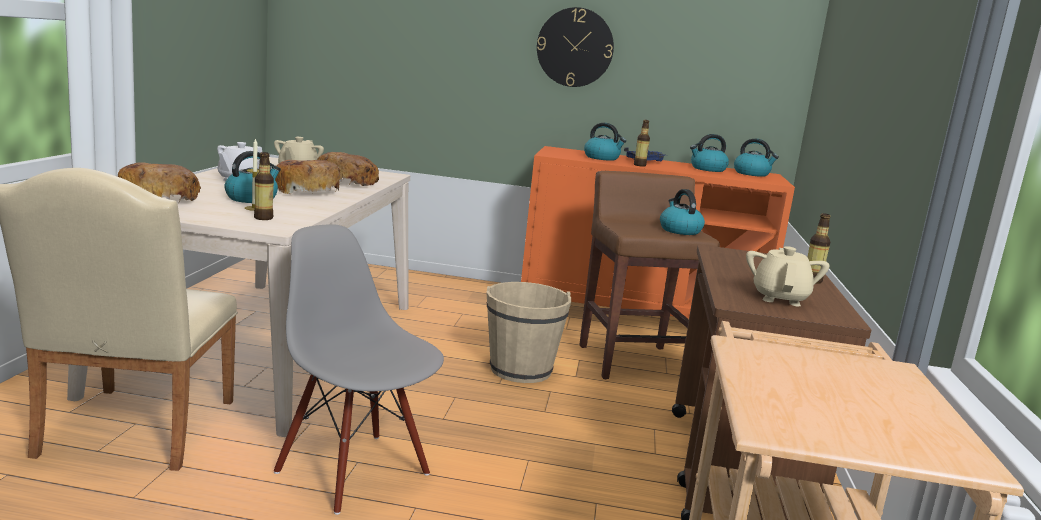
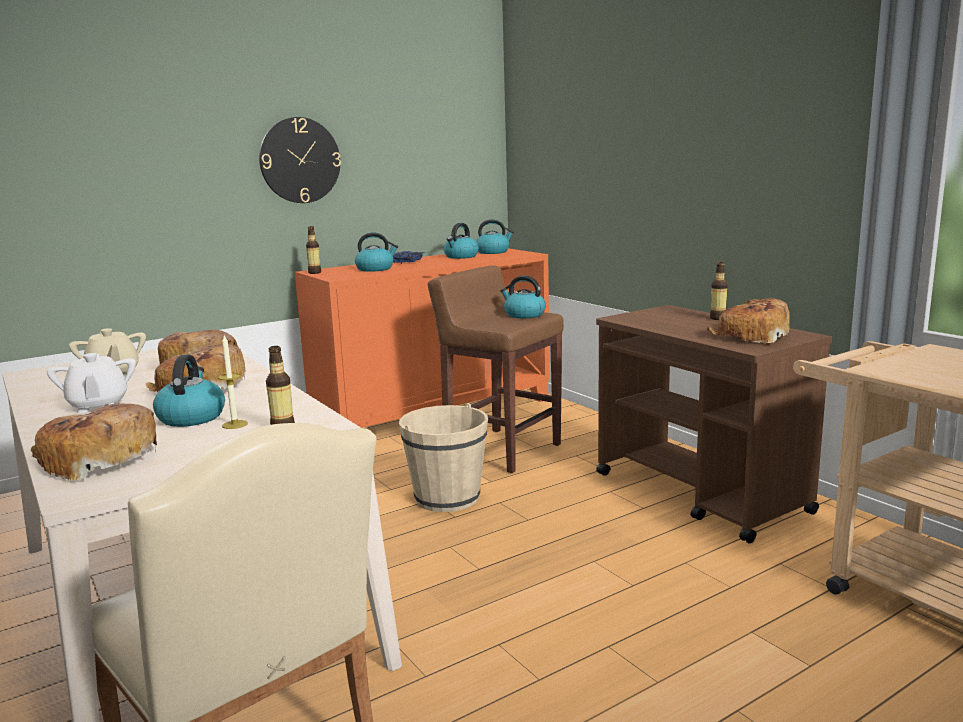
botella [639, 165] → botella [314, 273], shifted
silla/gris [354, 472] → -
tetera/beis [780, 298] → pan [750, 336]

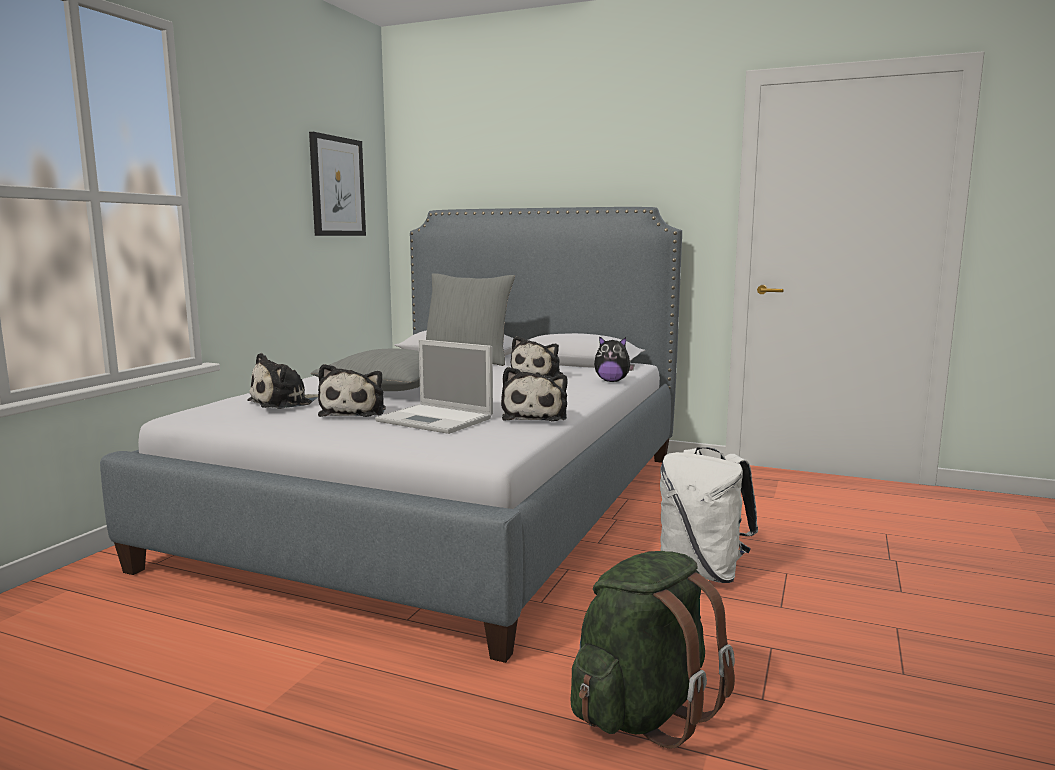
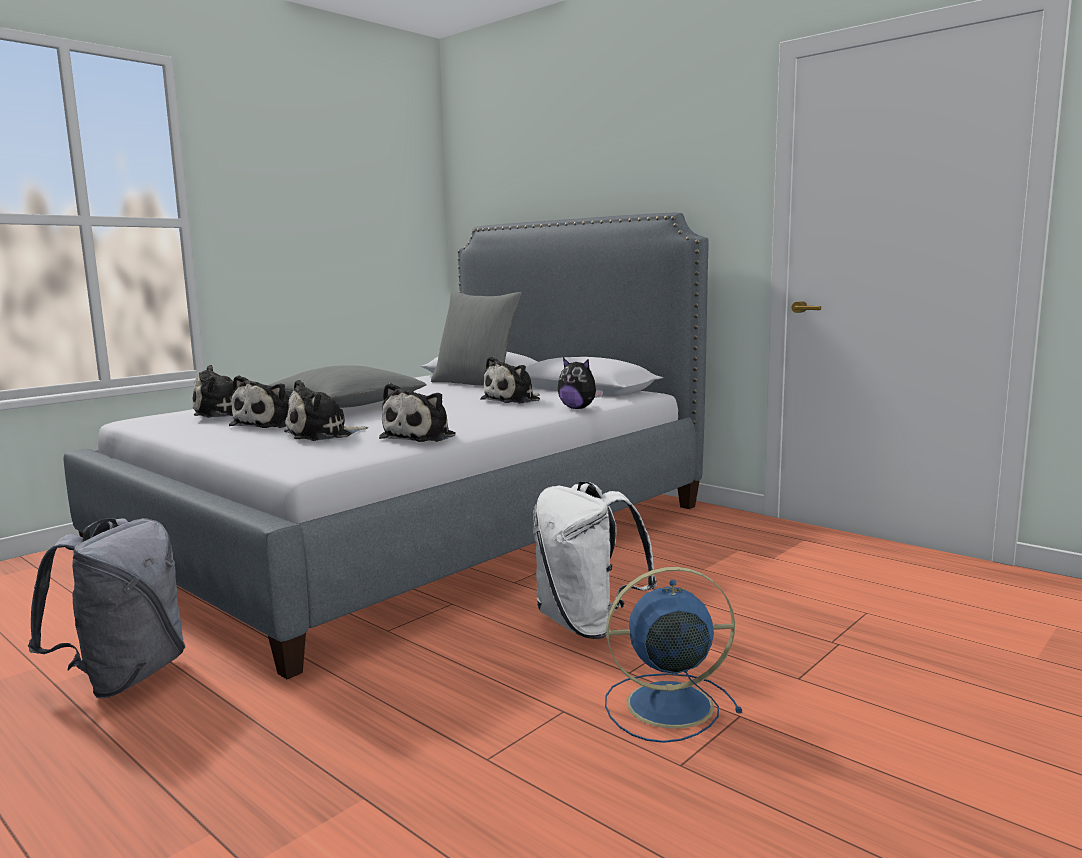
cuadro [337, 186] → -
portátil [437, 420] → peluche [322, 434]
mochila/verde [643, 711] → -
- → mochila/gris [125, 677]
- → ventilador/azul [665, 705]

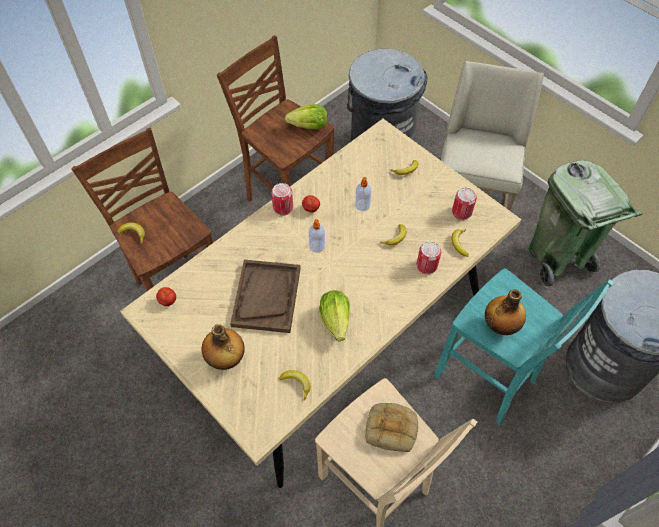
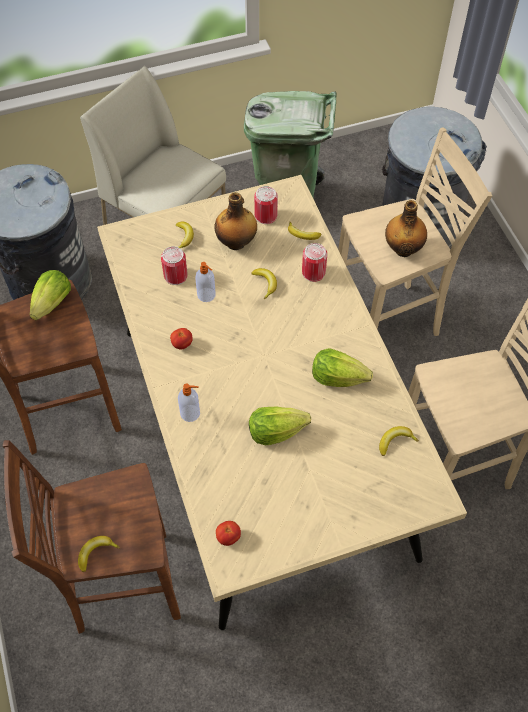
lata [283, 207] → lata [175, 275], shifted
dispensador de jabón [317, 247] → dispensador de jabón [191, 413], shifted
bandeja/marrón [266, 296] → lechuga [275, 431]
taburete/turquesa [487, 379] → taburete/beis [388, 321]
botella [226, 359] → botella [236, 242], shifted
pan [392, 428] → -

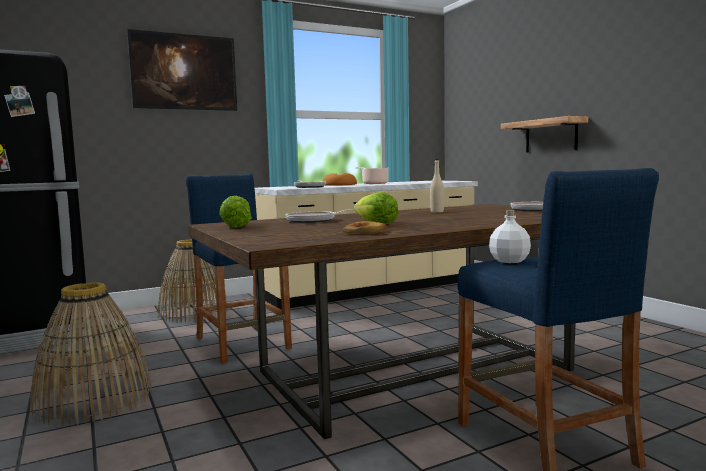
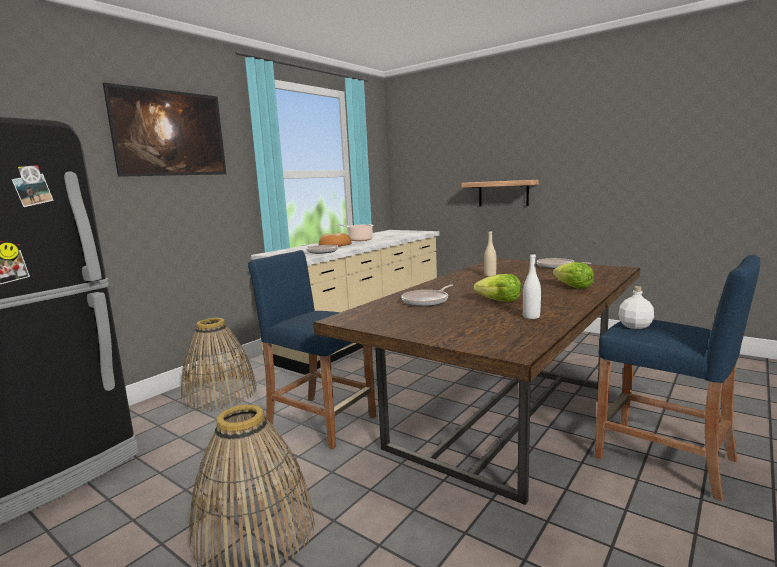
lechuga [236, 226] → lechuga [573, 287], shifted
pan [365, 232] → botella/blanco [531, 317]

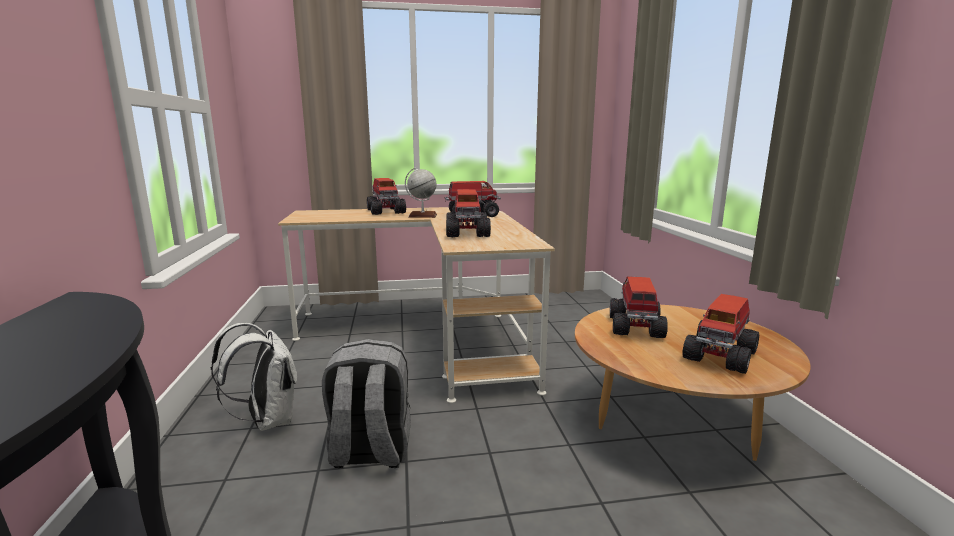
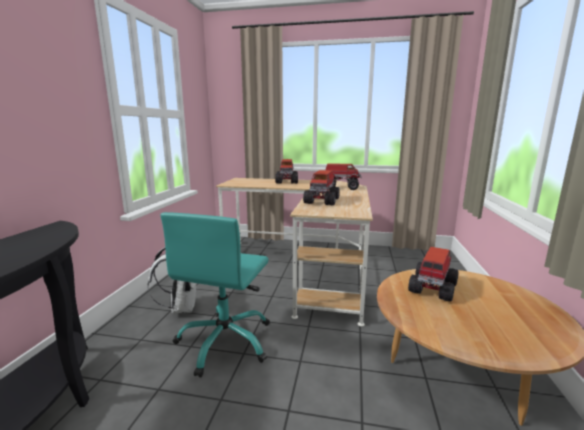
globo terráqueo [422, 216] → -
camión de juguete [721, 355] → -
mochila/gris [370, 452] → silla de oficina/turquesa [225, 341]

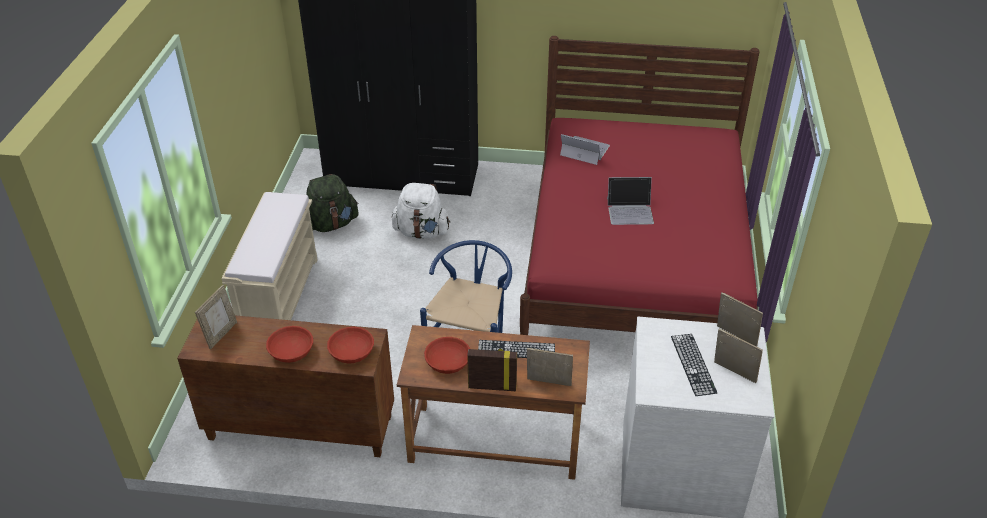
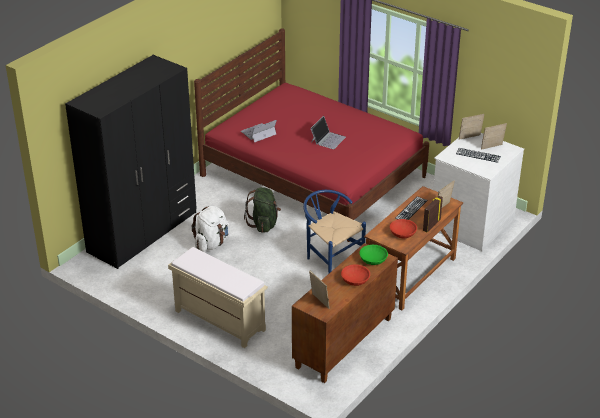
mochila/verde [331, 224] → mochila/verde [264, 224], shifted
cuenco/rojo [351, 352] → cuenco/verde [373, 259]

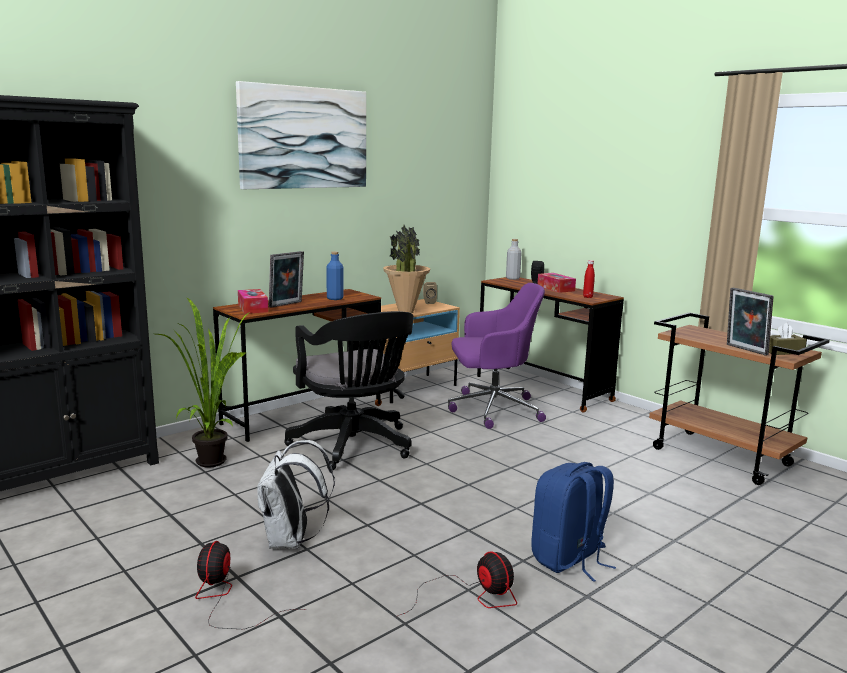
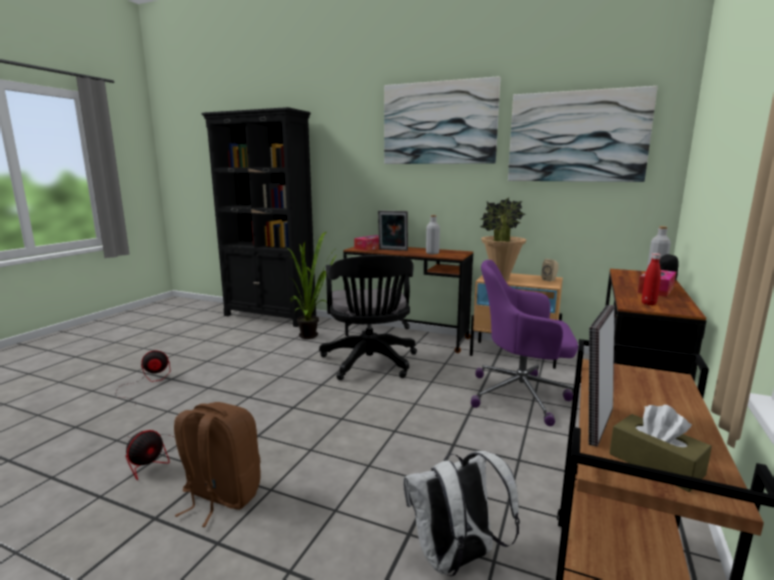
botella/azul [335, 298] → botella/gris [432, 253]
silla de oficina/morado [492, 409] → silla de oficina/morado [522, 395], 135 degrees clockwise
silla de oficina/negro [354, 447] → silla de oficina/negro [370, 364], 45 degrees counterclockwise
mochila/blanco [291, 541] → mochila/blanco [456, 560], shifted
mochila/azul [569, 560] → mochila/marrón [220, 496]
- → cuadro [577, 137]

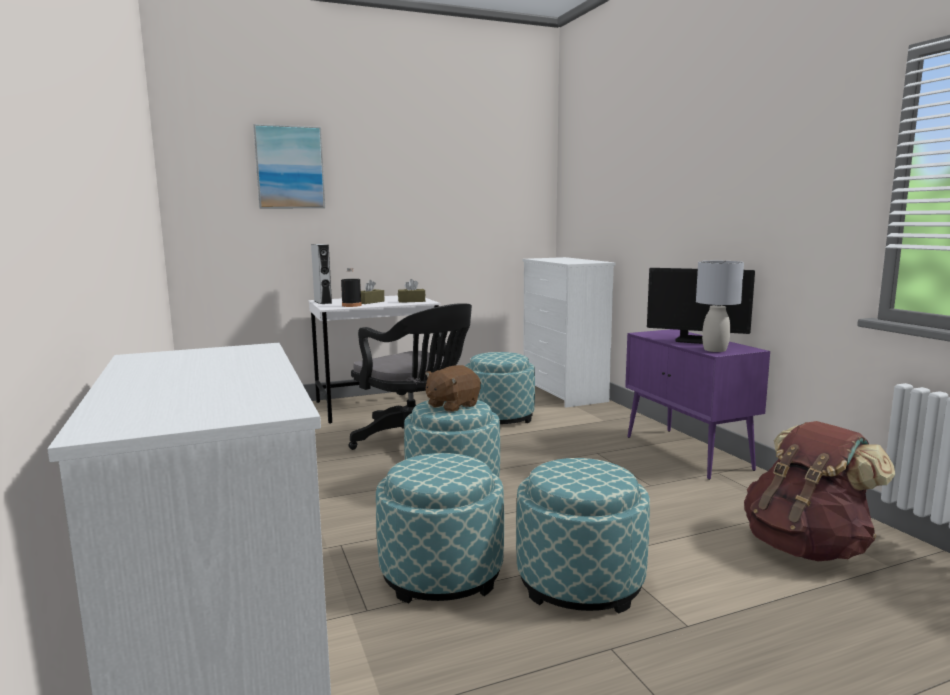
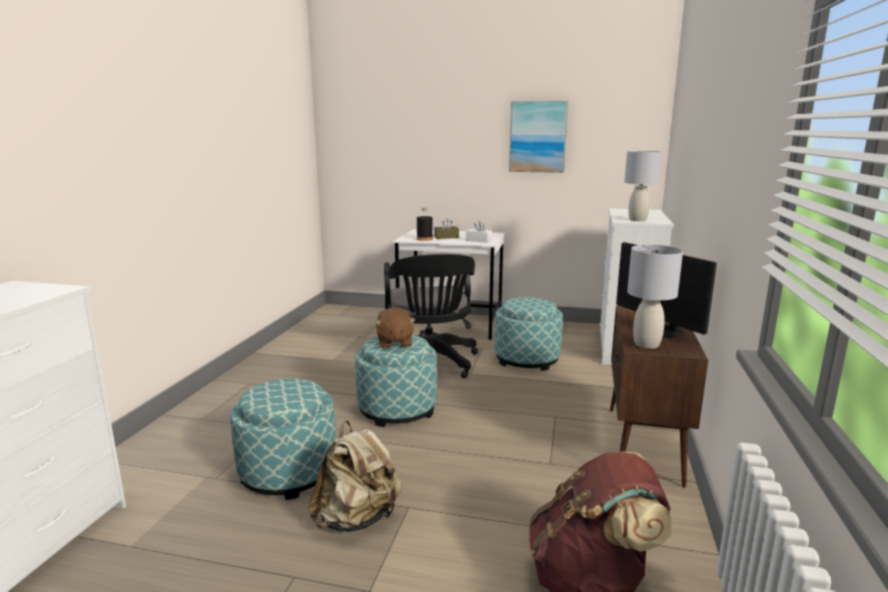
cuadro [290, 167] → cuadro [538, 136], shifted
altavoz/gris [323, 302] → -
caja de pañuelos/marrón [411, 301] → caja de pañuelos/blanco [478, 240]
armario/morado [688, 453] → armario/marrón [643, 445]
peluche/marrón [452, 406] → peluche/marrón [394, 343], 90 degrees counterclockwise
puf [580, 581] → mochila/beis [357, 519]
- → lámpara de mesa/gris [638, 220]

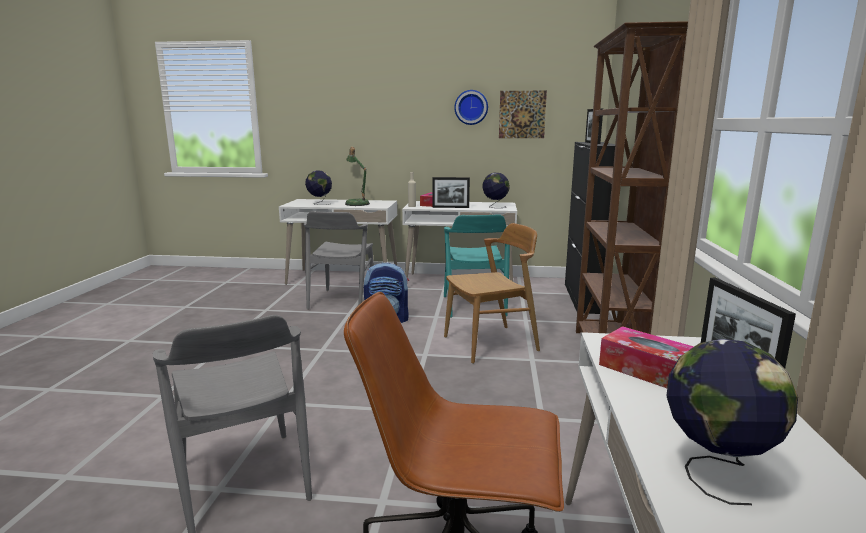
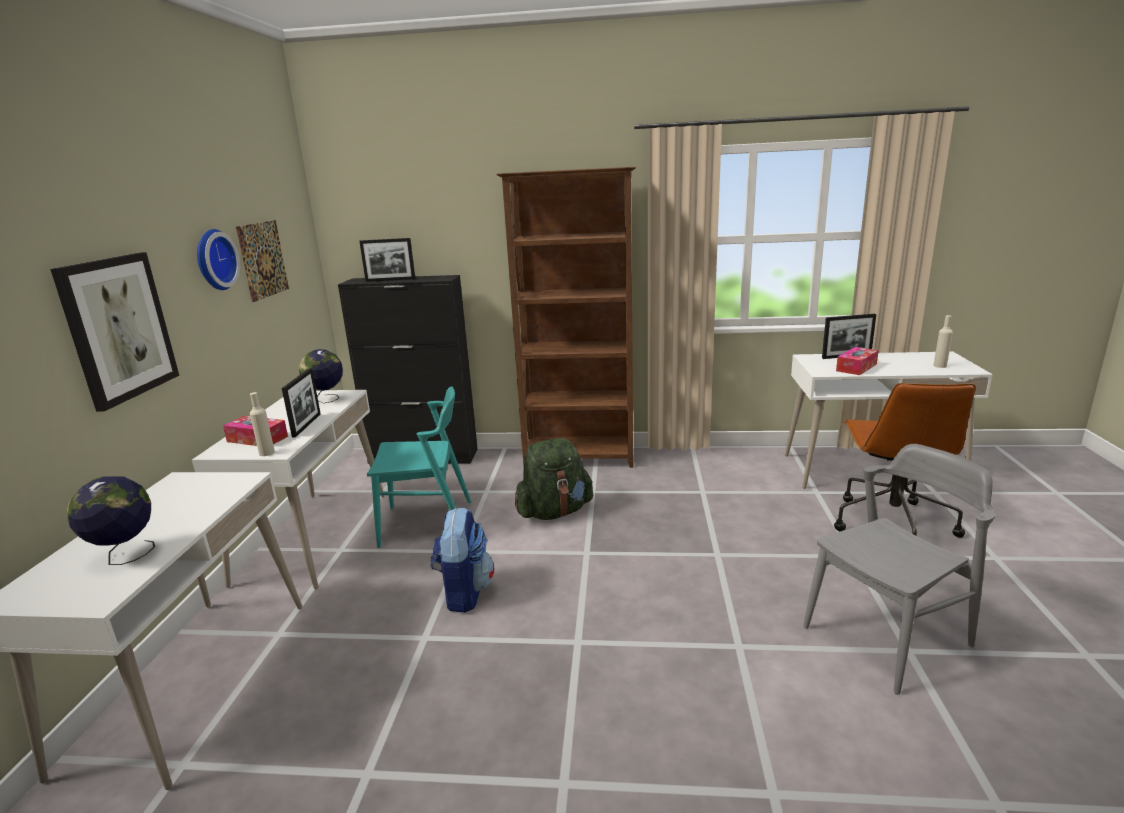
lámpara de mesa [356, 203] → -
silla/gris [342, 300] → -
silla/marrón [491, 344] → mochila/verde [554, 512]
globo terráqueo [715, 472] → botella/beis [940, 366]
- → cuadro [118, 328]

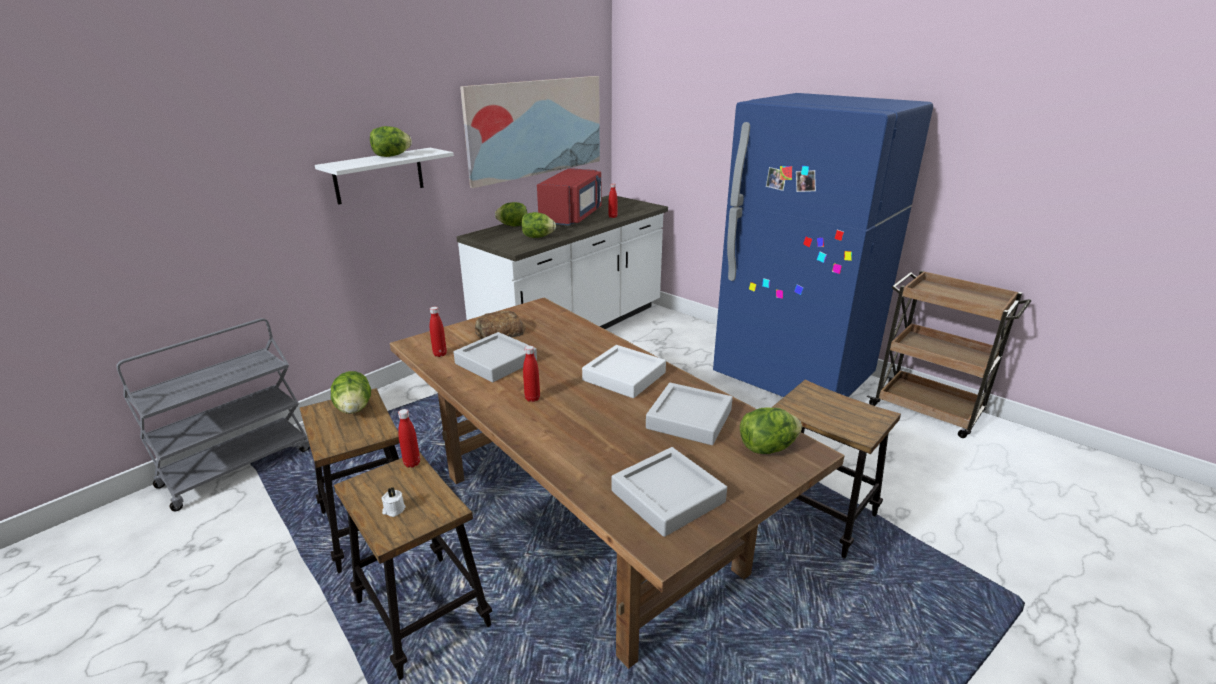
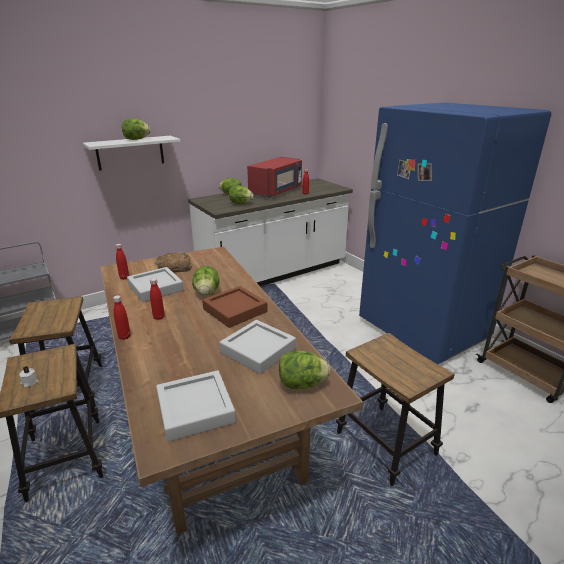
cuadro [537, 128] → -
bandeja/blanco [624, 376] → bandeja/marrón [235, 310]
lechuga [354, 409] → lechuga [206, 293], shifted
botella/rojo [412, 463] → botella/rojo [124, 337], shifted

